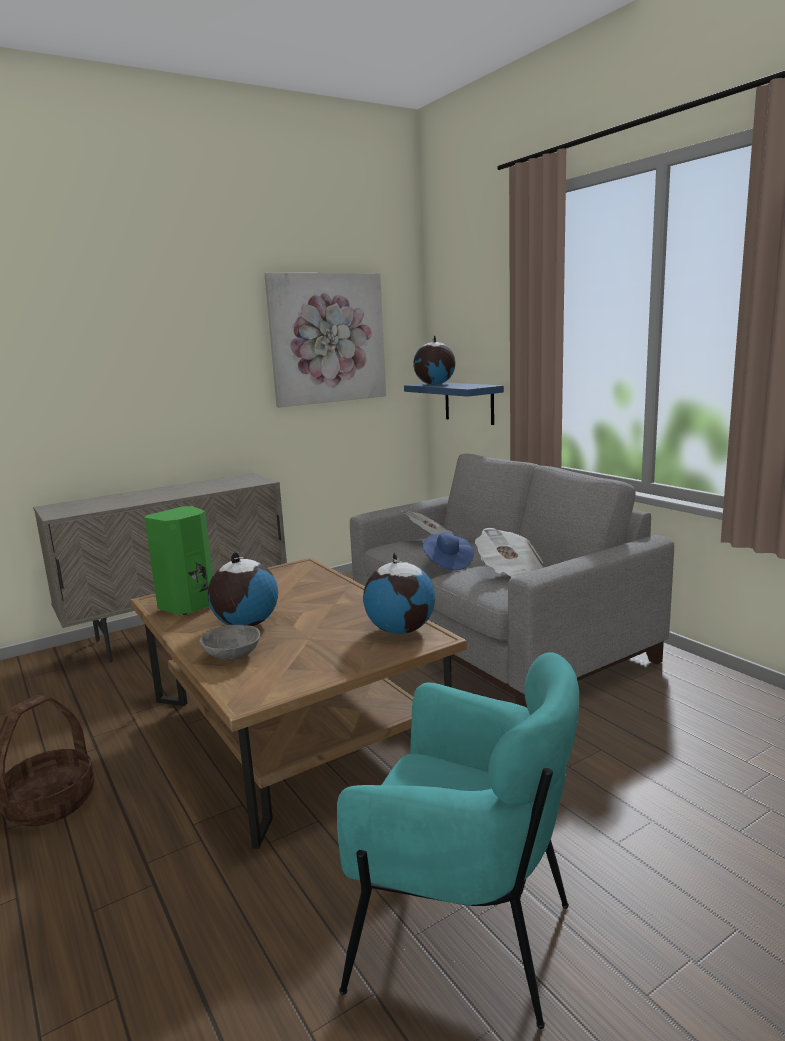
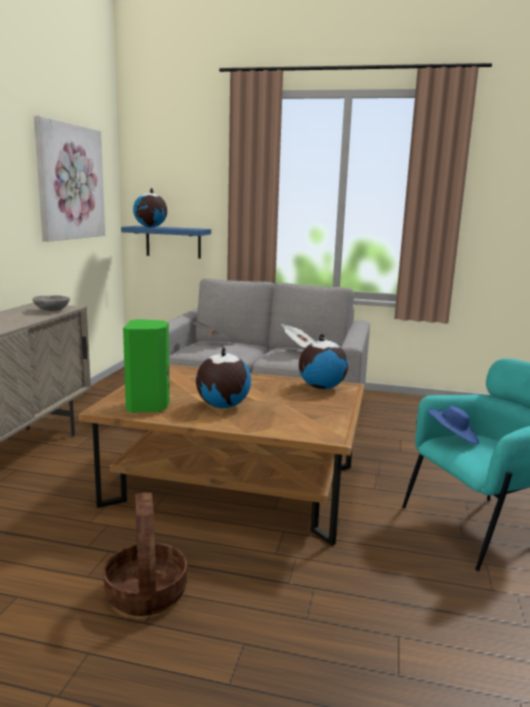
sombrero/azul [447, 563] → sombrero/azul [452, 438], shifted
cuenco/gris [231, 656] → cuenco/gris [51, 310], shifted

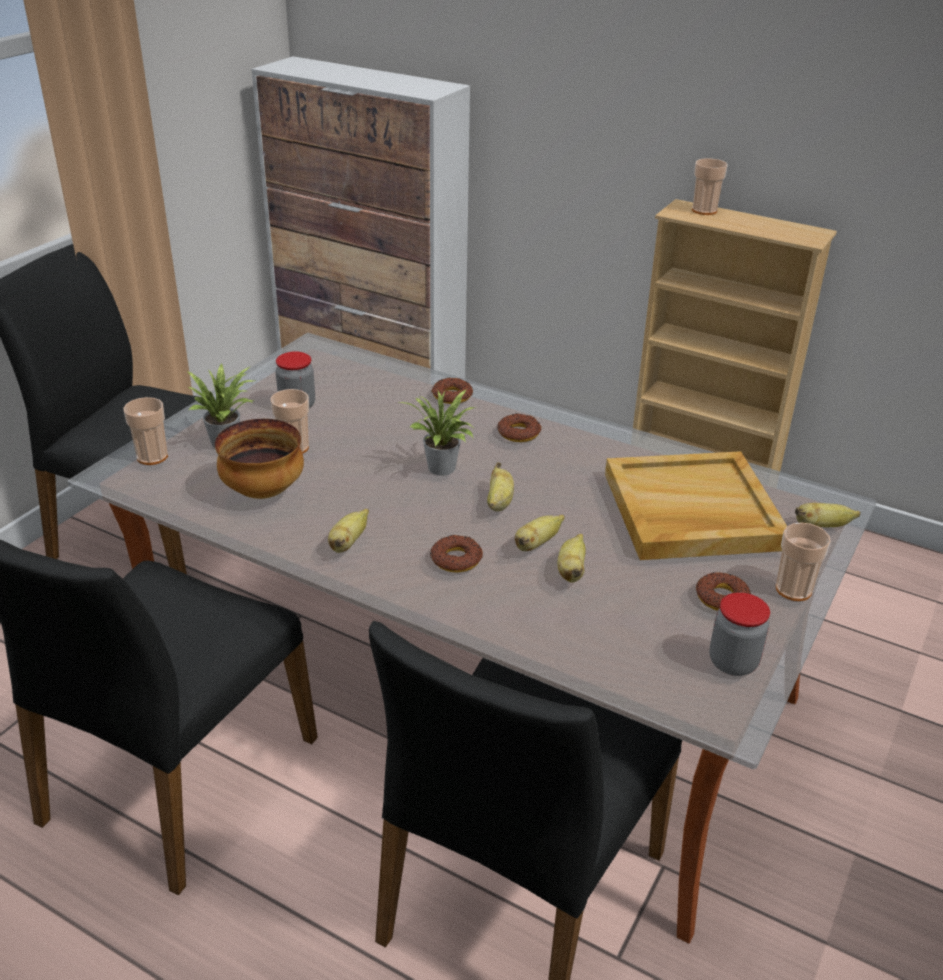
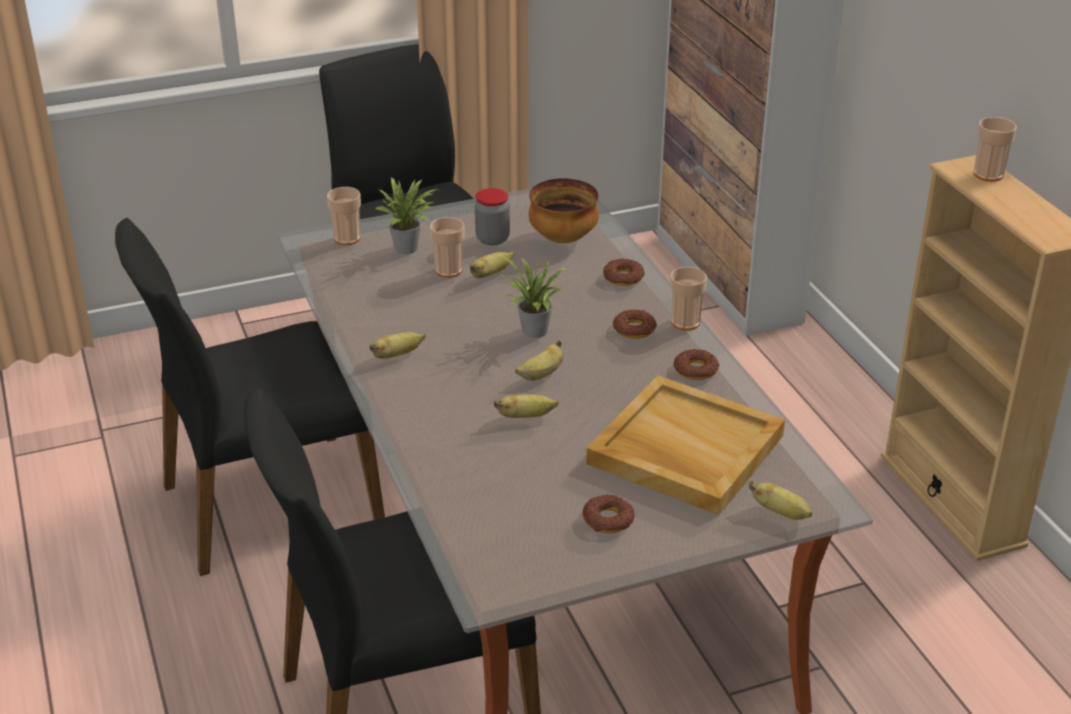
cuenco [262, 491] → cuenco [563, 238], shifted
taza [793, 589] → taza [685, 322], shifted
plátano [571, 571] → plátano [490, 274], shifted
rosquilla [456, 559] → rosquilla [696, 370], shifted
tarro [733, 662] → -

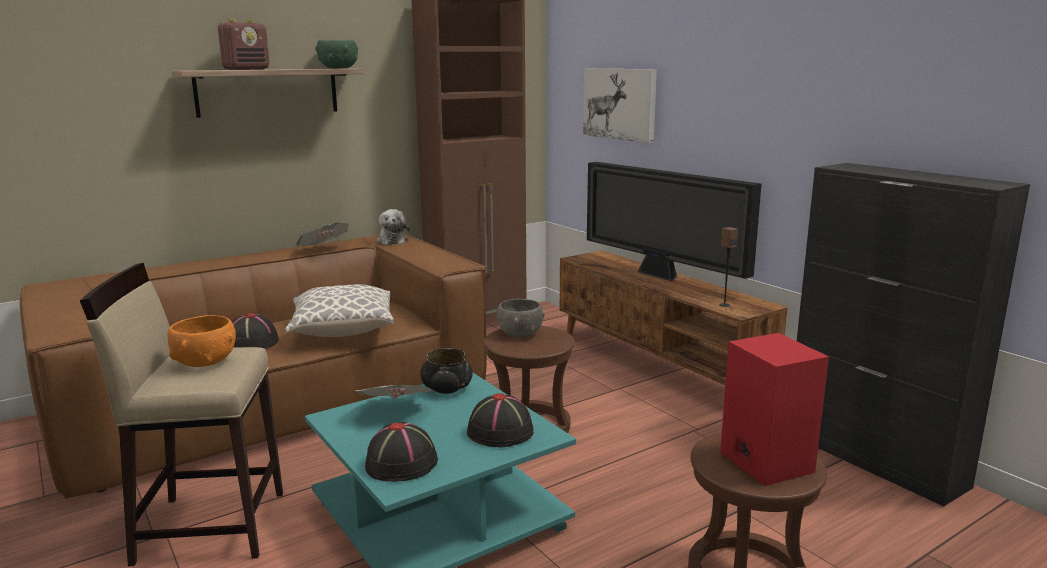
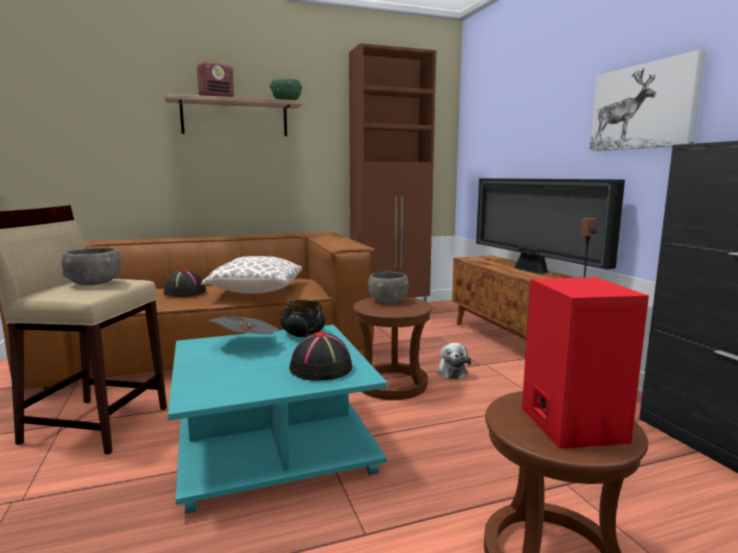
cuadro [620, 104] → cuadro [643, 107], shifted
peluche [392, 240] → peluche [451, 372], shifted
periódico [323, 250] → -
cuenco/naranja [205, 362] → cuenco/gris [94, 283]
sombrero/negro [402, 463] → -

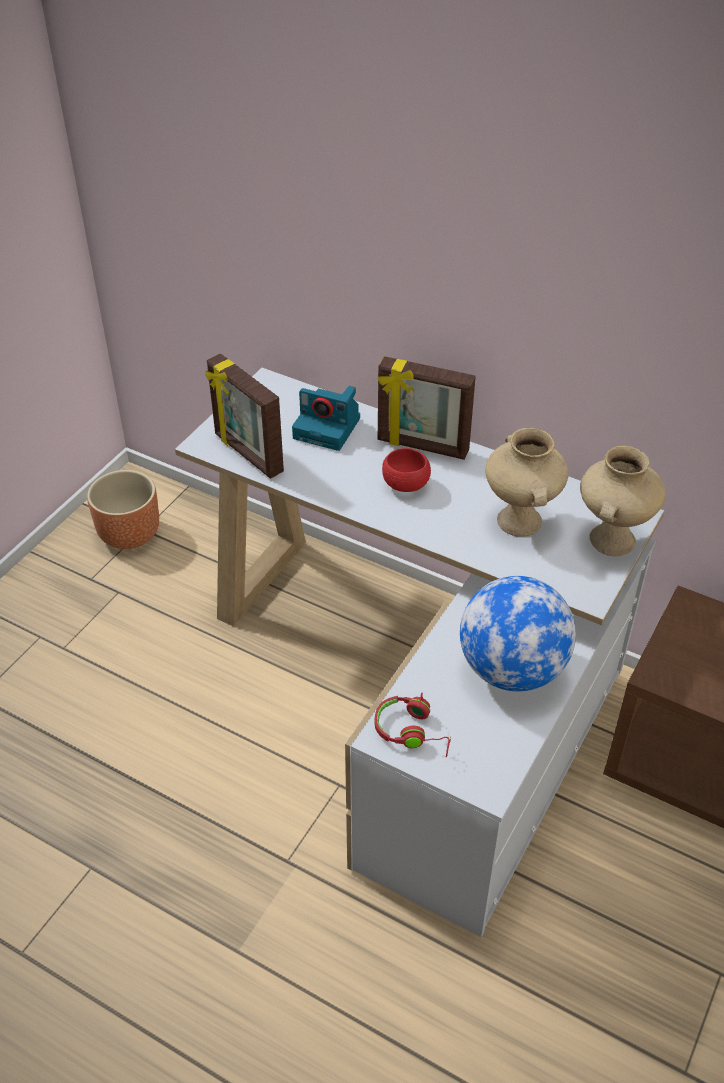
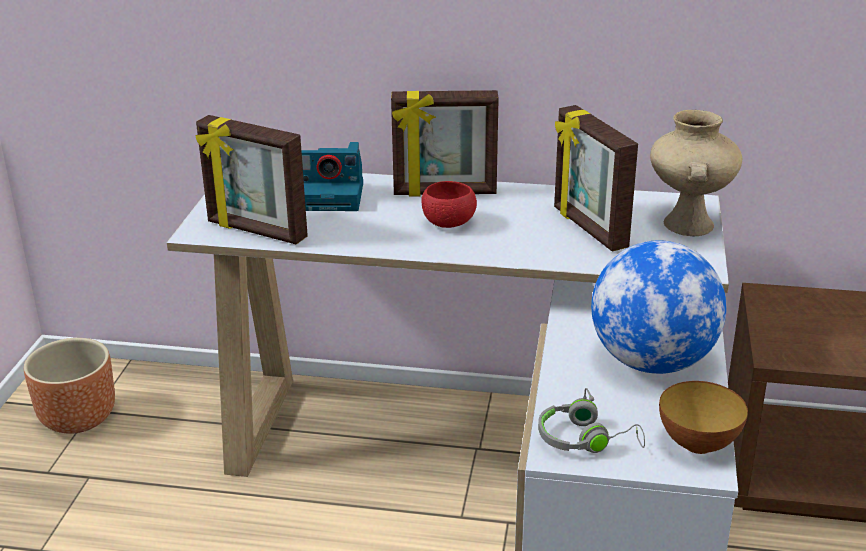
florero/beis [520, 521] → portarretratos [588, 228]
auriculares/rojo [412, 732] → auriculares/gris [586, 439]
- → cuenco [698, 444]

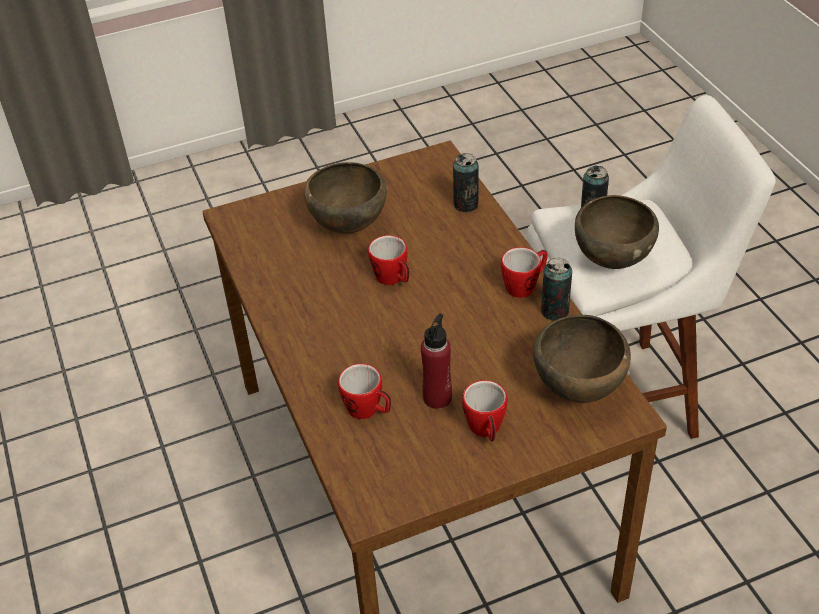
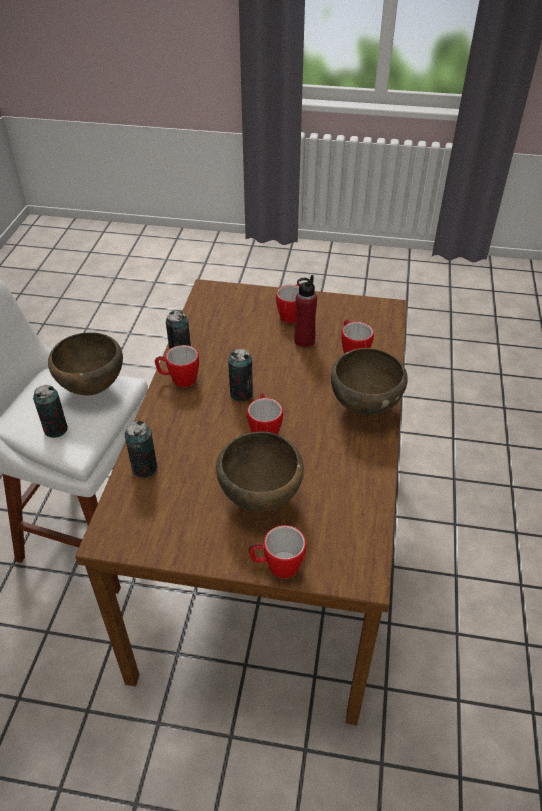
cuenco/marrón [579, 391] → cuenco/marrón [364, 407], shifted
- → lata [241, 394]
- → taza grande [277, 566]

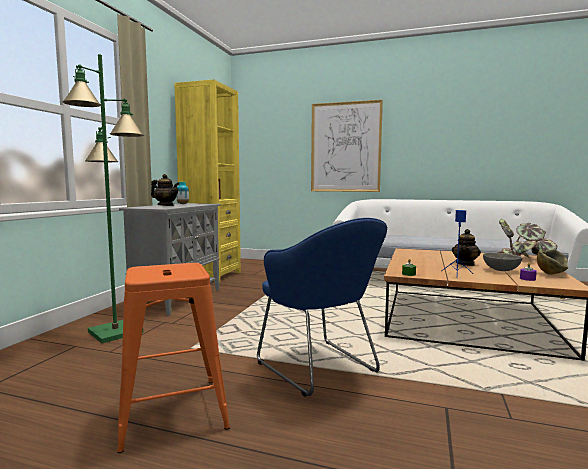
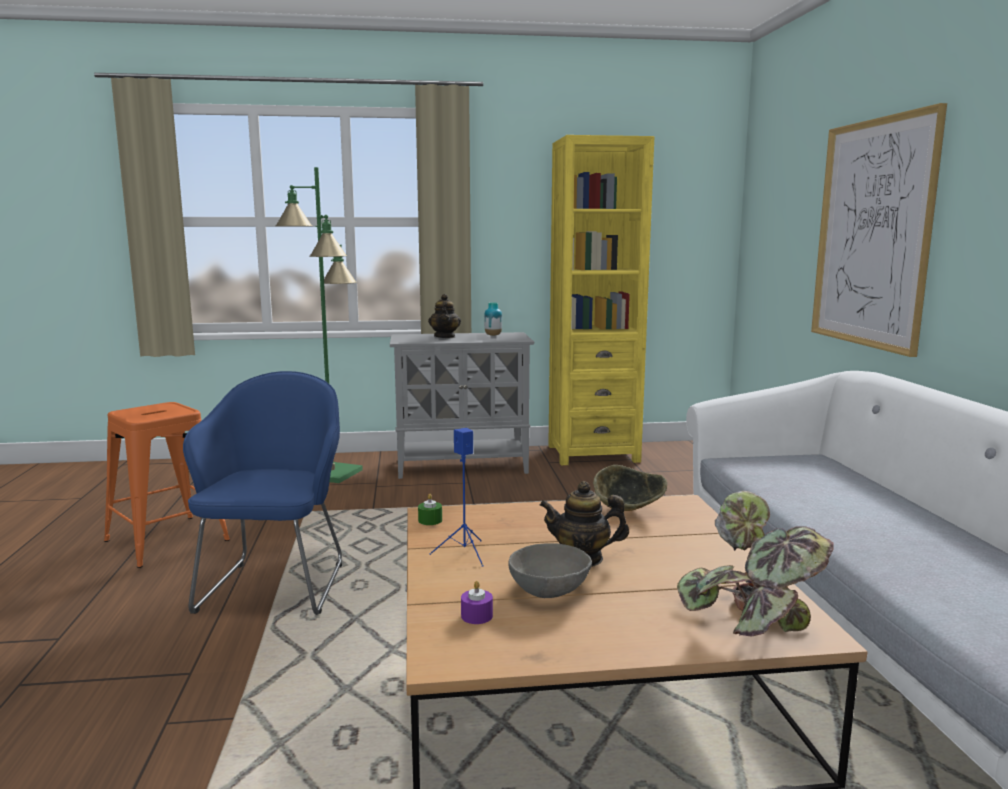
sillón/azul [320, 369] → sillón/azul [277, 584], 150 degrees clockwise
cuenco [552, 273] → cuenco [628, 511], shifted

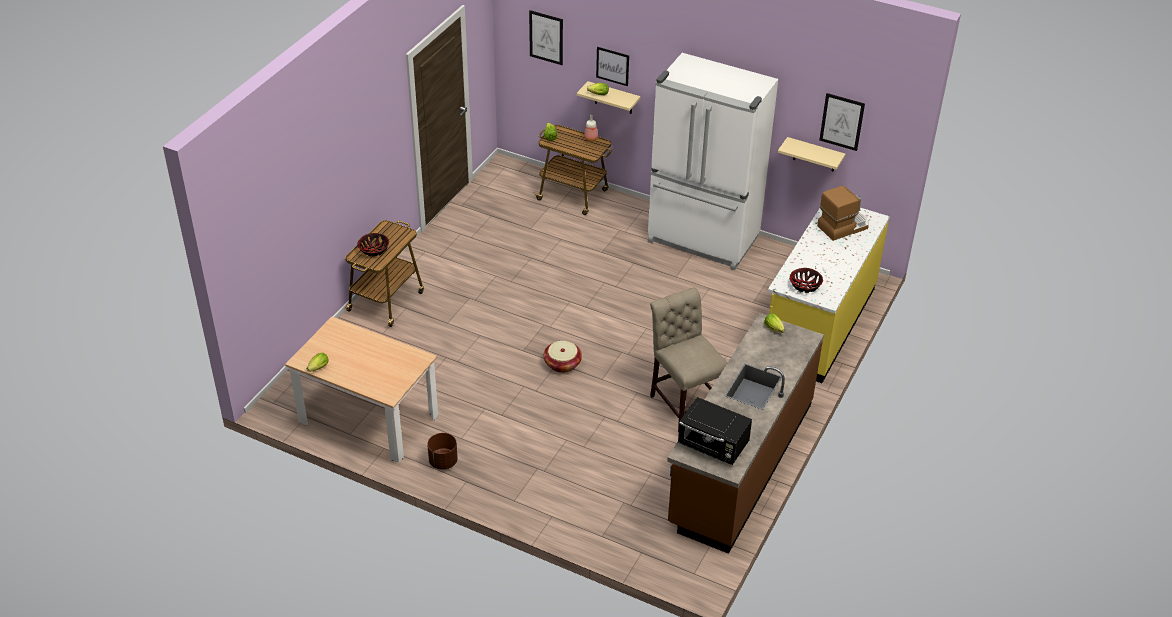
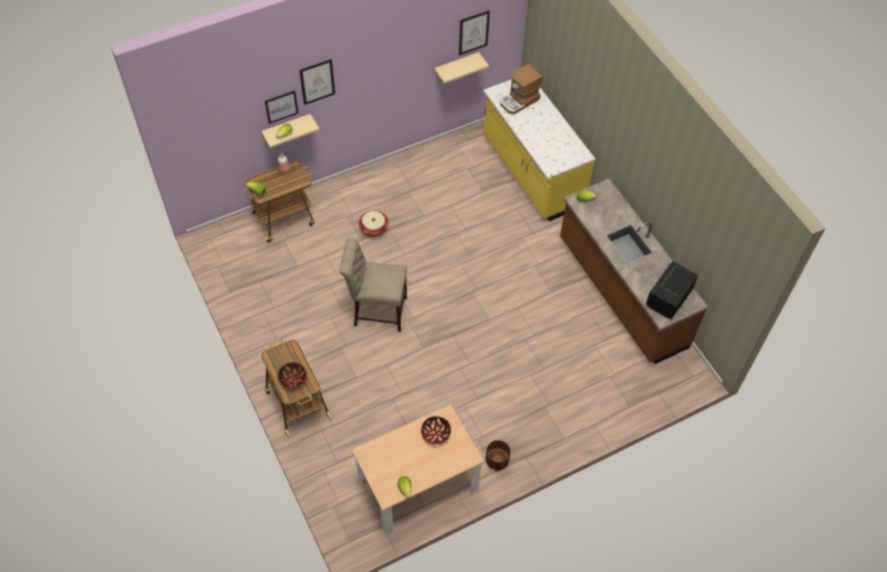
cuadro [546, 37] → cuadro [317, 81], shifted
nevera/blanco [702, 240] → -
cafetera [842, 226] → cafetera [519, 101], 135 degrees counterclockwise
cuenco [805, 286] → cuenco [436, 434], shifted
silla/beis [684, 403] → silla/beis [377, 311], shifted
cesta [562, 364] → cesta [374, 228], shifted
microondas/negro [713, 446] → microondas/negro [667, 299], 150 degrees clockwise

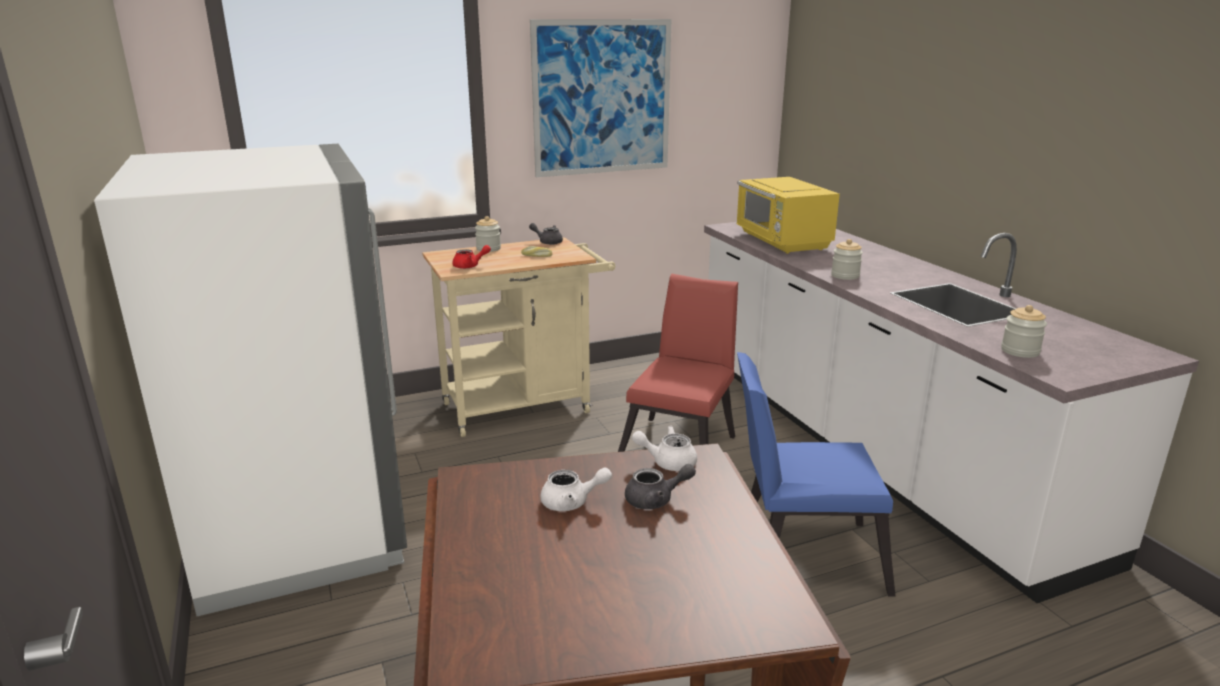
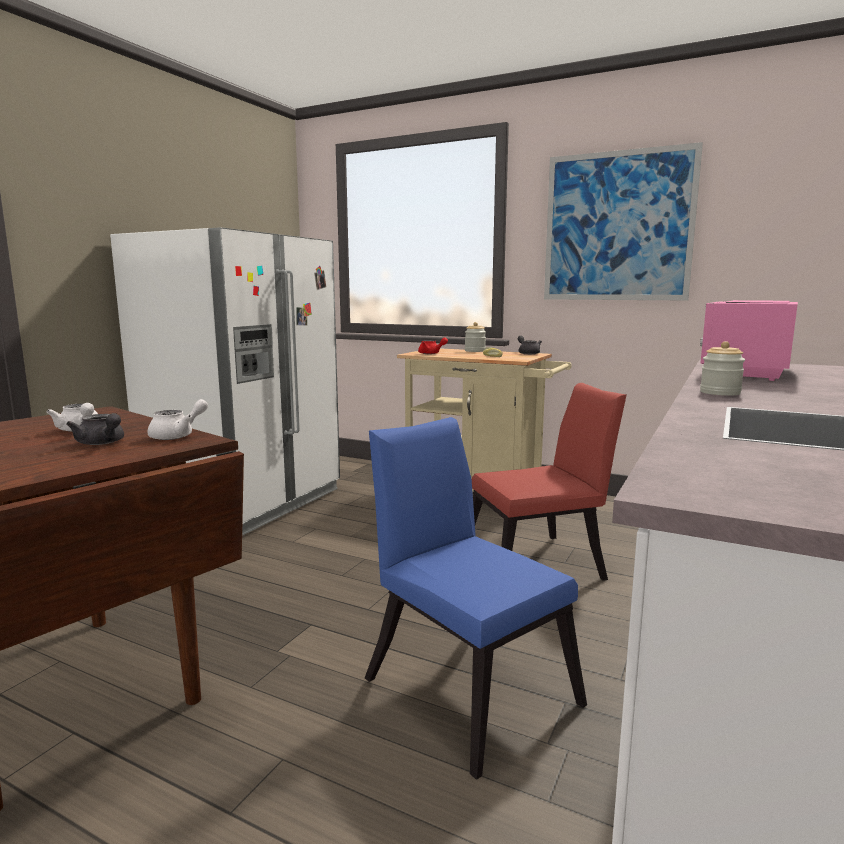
microondas/amarillo [782, 241] → microondas/rosa [744, 372]
tarro [1020, 351] → -
tetera/blanco [668, 461] → tetera/blanco [178, 435], 75 degrees clockwise

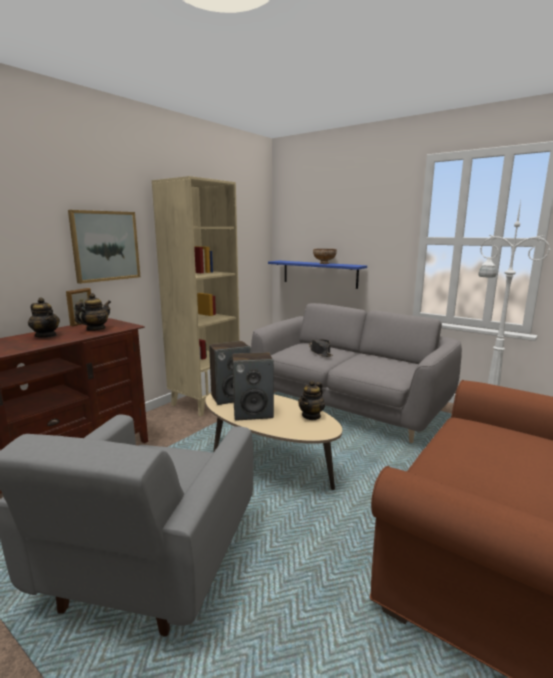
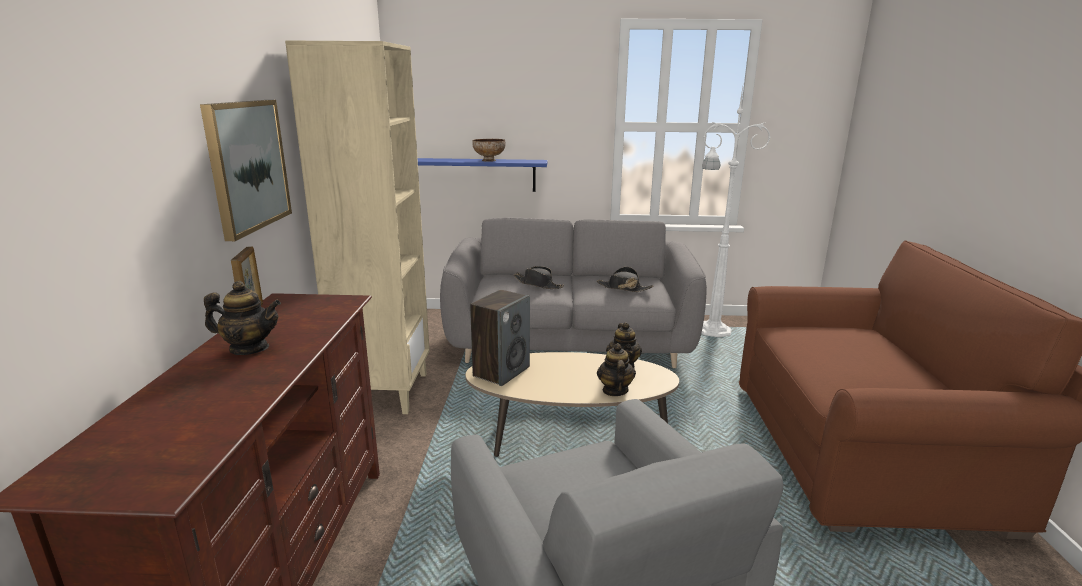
tetera [95, 329] → tetera [614, 390], shifted
altavoz [253, 413] → -
- → sombrero/negro [623, 288]

